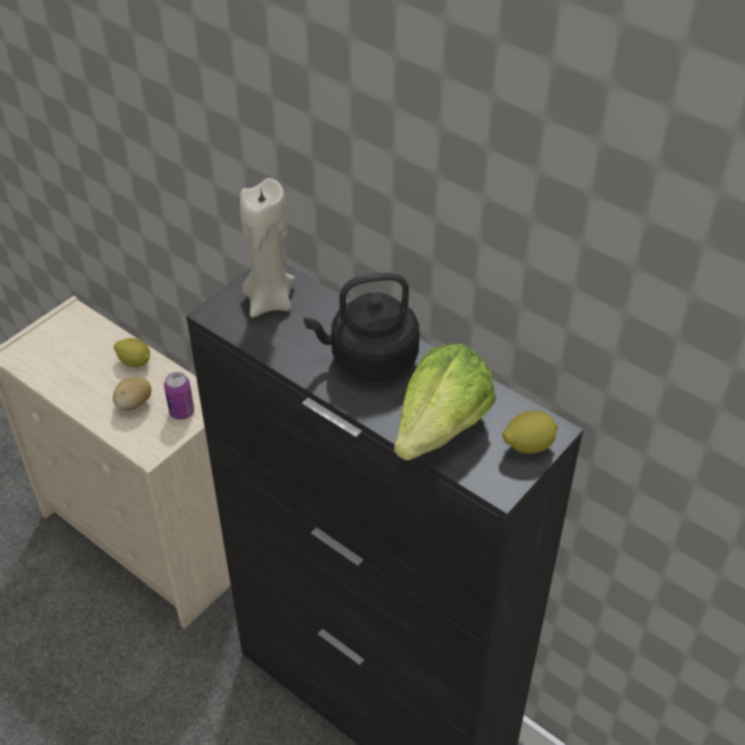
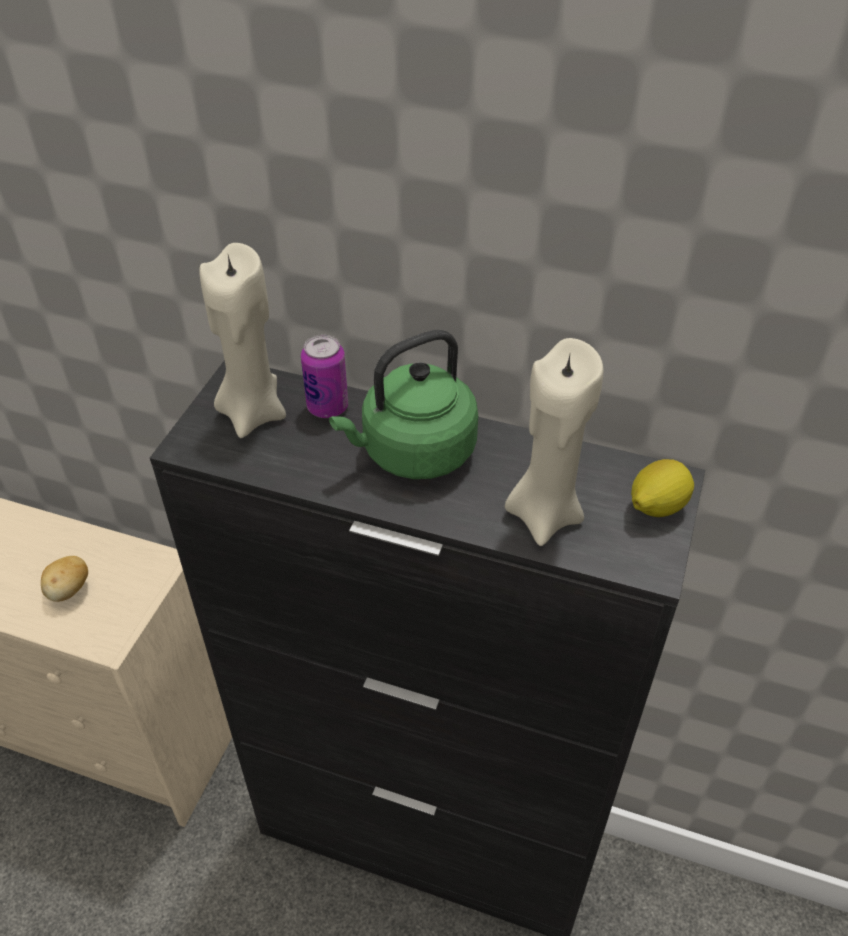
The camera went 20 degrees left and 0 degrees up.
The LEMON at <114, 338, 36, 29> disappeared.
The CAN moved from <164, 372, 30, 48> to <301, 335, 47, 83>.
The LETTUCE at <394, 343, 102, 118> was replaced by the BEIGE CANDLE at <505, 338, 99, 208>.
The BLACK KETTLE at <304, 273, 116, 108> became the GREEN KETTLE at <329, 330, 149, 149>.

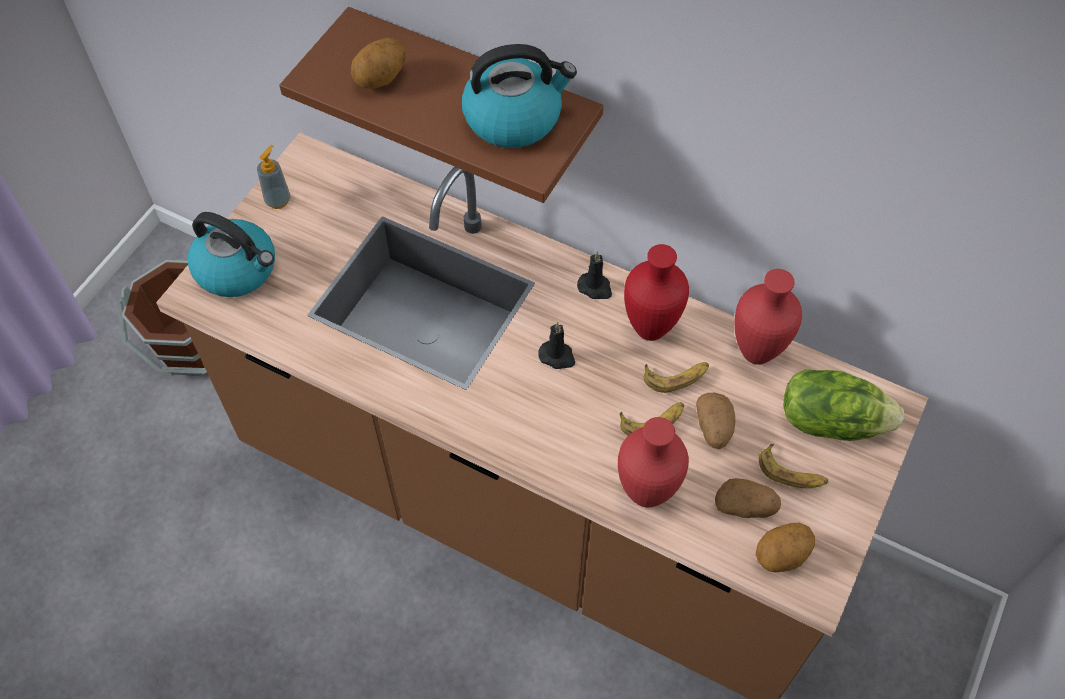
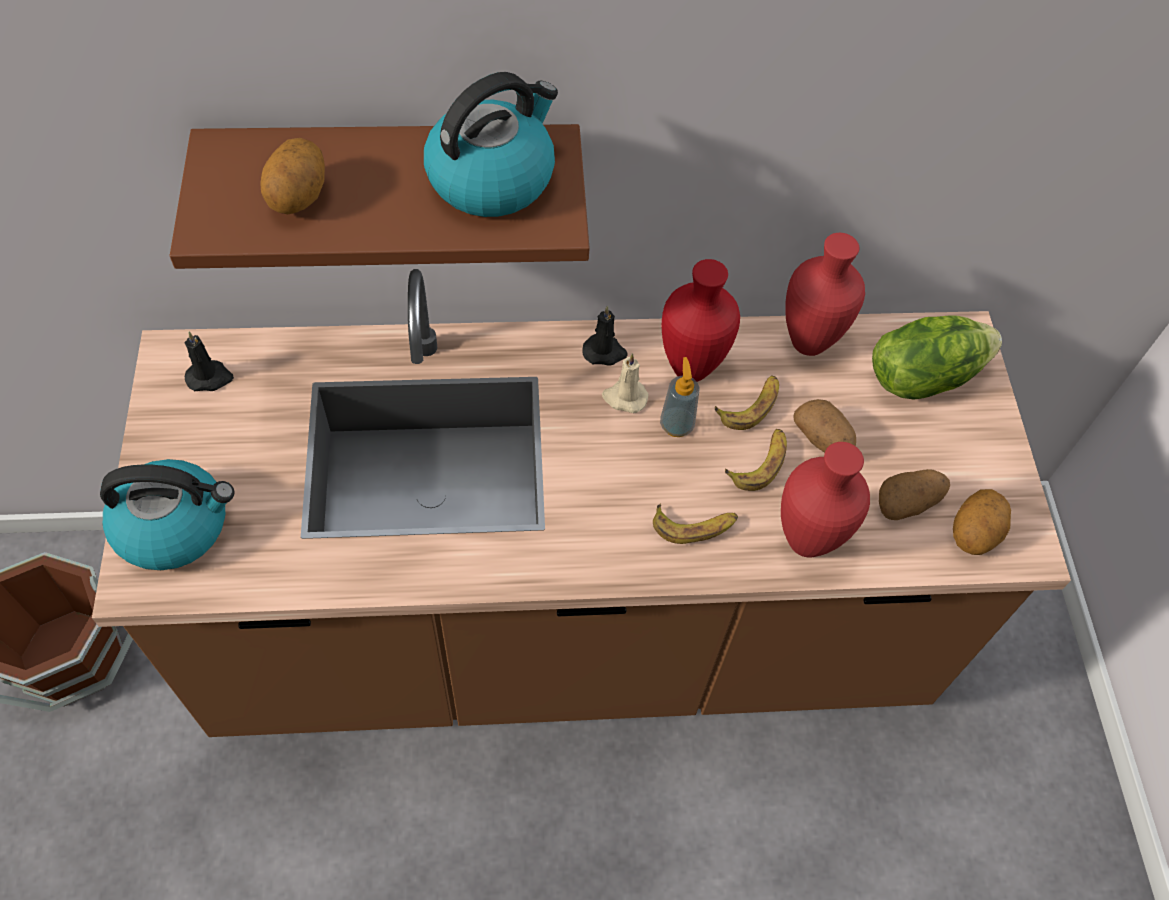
The camera went 35 degrees left and 0 degrees up.
The BEIGE CANDLE at <602, 353, 46, 60> appeared.
The SOAP DISPENSER moved from <257, 145, 33, 64> to <660, 357, 40, 80>.
The BLACK CANDLE moved from <538, 322, 37, 47> to <184, 331, 50, 60>.
The BANANA moved from <759, 444, 69, 44> to <653, 504, 85, 40>.

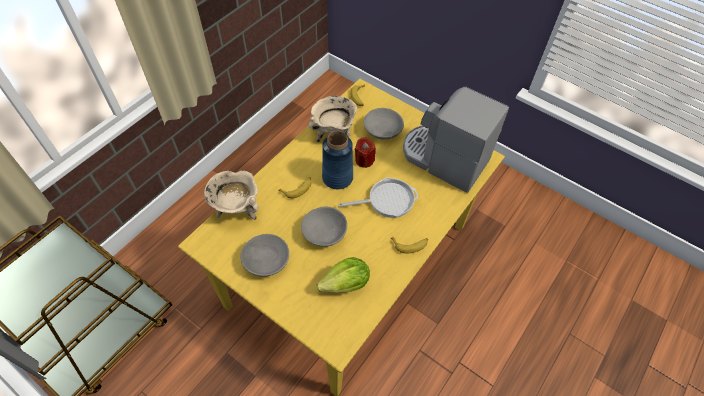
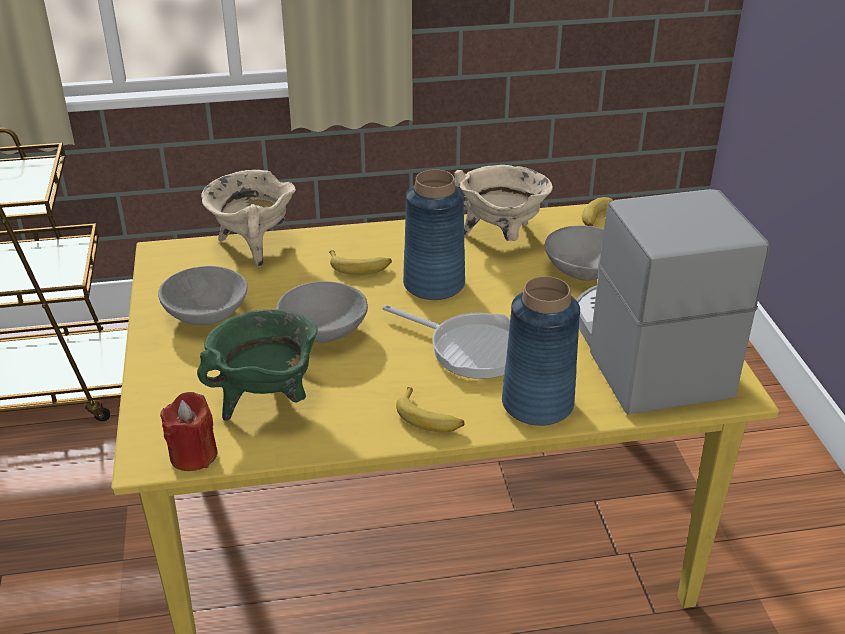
The camera went 45 degrees right and 20 degrees down.
The BLUE VASE at <502, 276, 78, 150> appeared.
The RED CANDLE moved from <355, 137, 21, 31> to <160, 392, 58, 79>.
The LETTUCE at <317, 257, 53, 36> was replaced by the GREEN COOKING POT at <197, 309, 121, 112>.

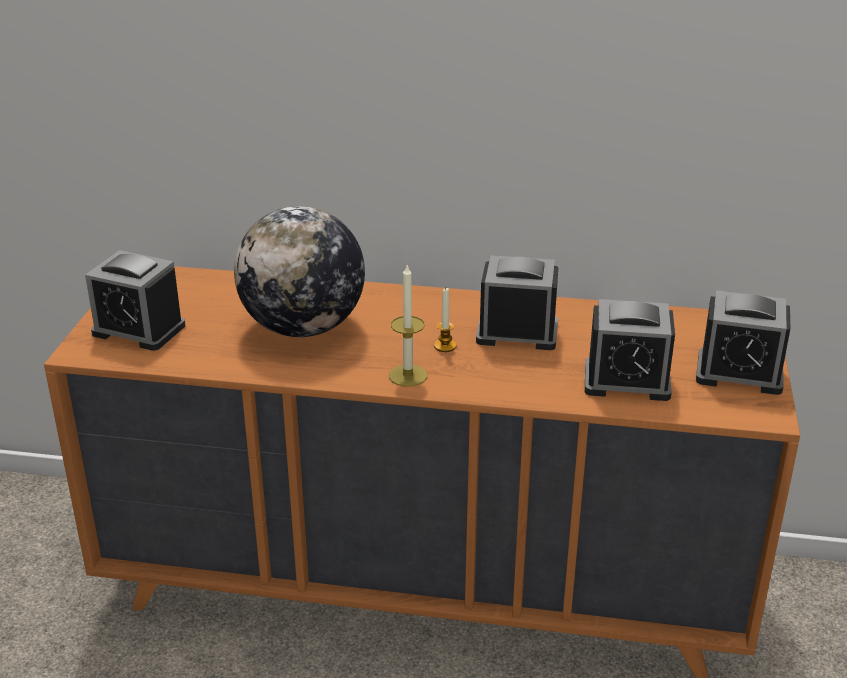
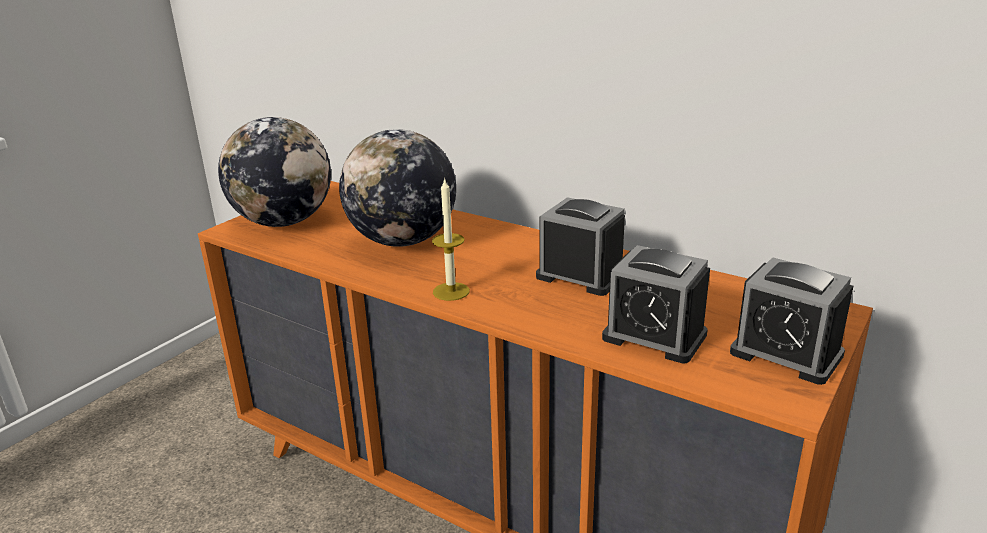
The camera went 25 degrees right and 5 degrees down.
The CANDLE at <434, 288, 23, 64> disappeared.
The ALARM CLOCK at <85, 250, 100, 101> was replaced by the GLOBE at <218, 117, 113, 110>.

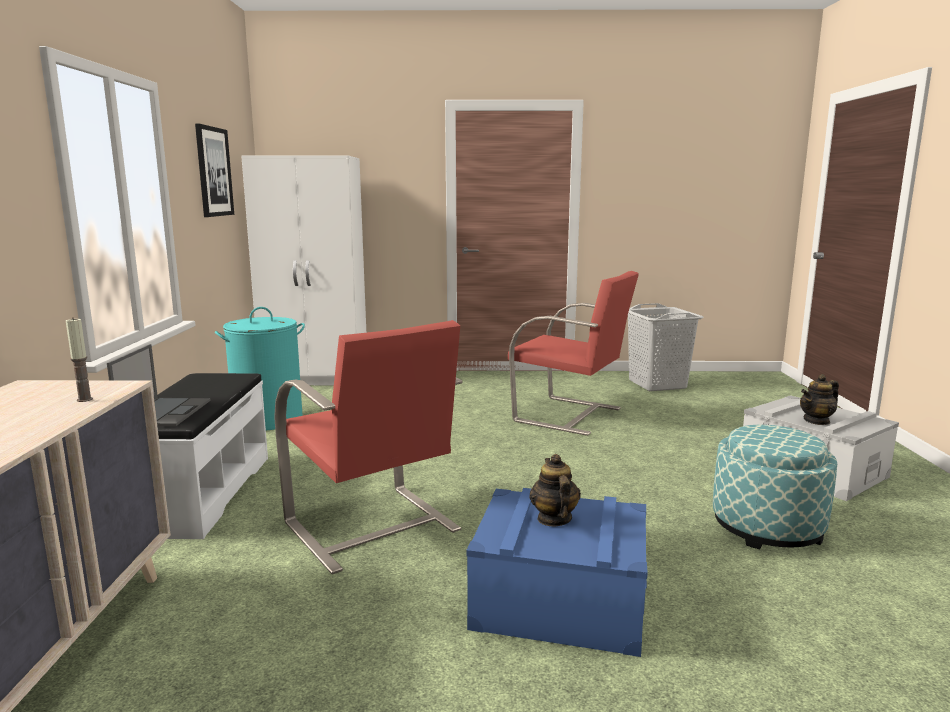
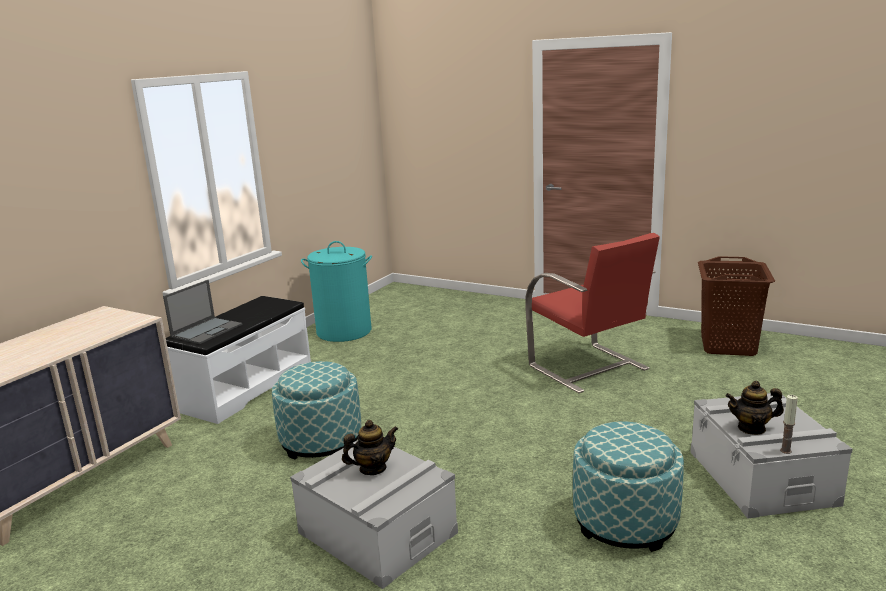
The camera went 30 degrees right and 5 degrees up.
The PICTURE at <195, 124, 39, 93> disappeared.
The WHITE WARDROBE at <241, 156, 125, 229> disappeared.
The CANDLE moved from <66, 317, 27, 85> to <780, 395, 18, 59>.
The RED ARMCHAIR at <274, 320, 188, 254> was replaced by the OTTOMAN at <272, 361, 89, 98>.
The BLUE STORAGE BOX at <466, 488, 182, 169> became the GREY STORAGE BOX at <290, 440, 168, 149>.
The GREY LAUNDRY BASKET at <628, 303, 76, 88> became the BROWN LAUNDRY BASKET at <698, 256, 77, 100>.
The TEAPOT at <529, 454, 52, 72> turned 45 degrees clockwise.

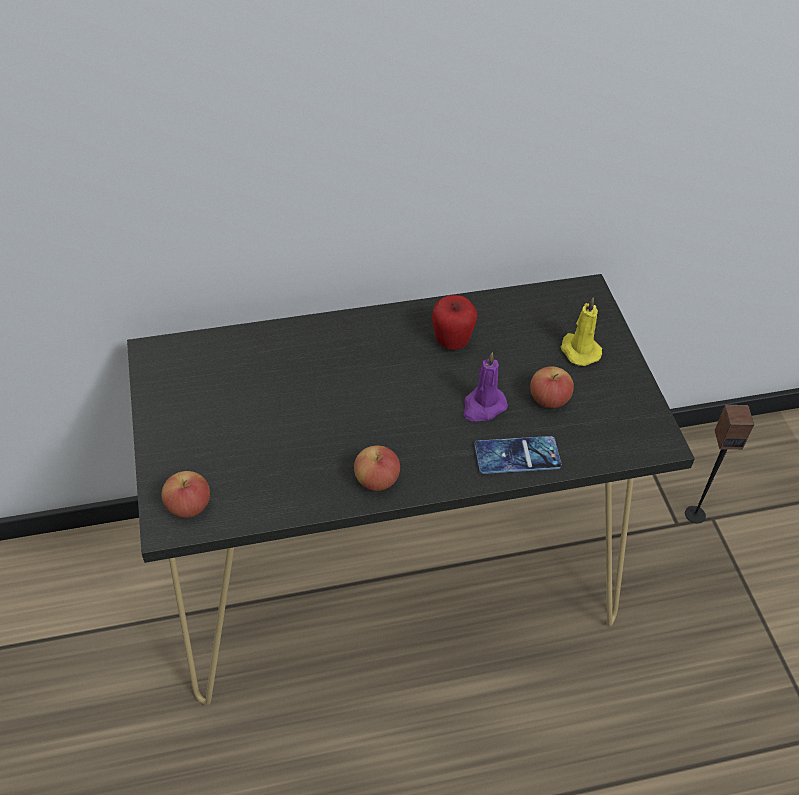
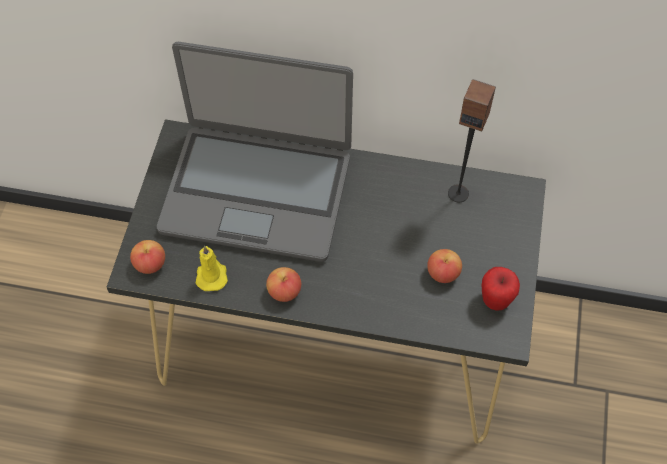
The camera went 25 degrees right and 10 degrees up.
The PURPLE CANDLE at <464, 352, 44, 69> disappeared.
The PHONE at <474, 436, 88, 38> disappeared.
The LAPTOP at <157, 42, 196, 220> appeared.
The APPLE moved from <432, 295, 45, 55> to <482, 267, 38, 44>.
The YELLOW CANDLE moved from <561, 297, 41, 69> to <196, 246, 32, 45>.
The SPEAKER moved from <685, 405, 69, 118> to <448, 79, 48, 123>.

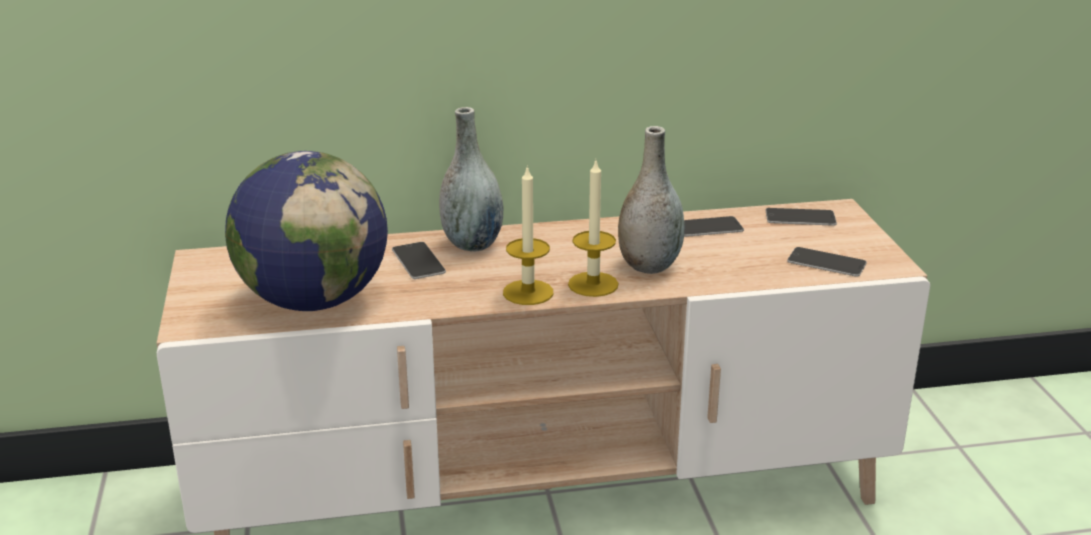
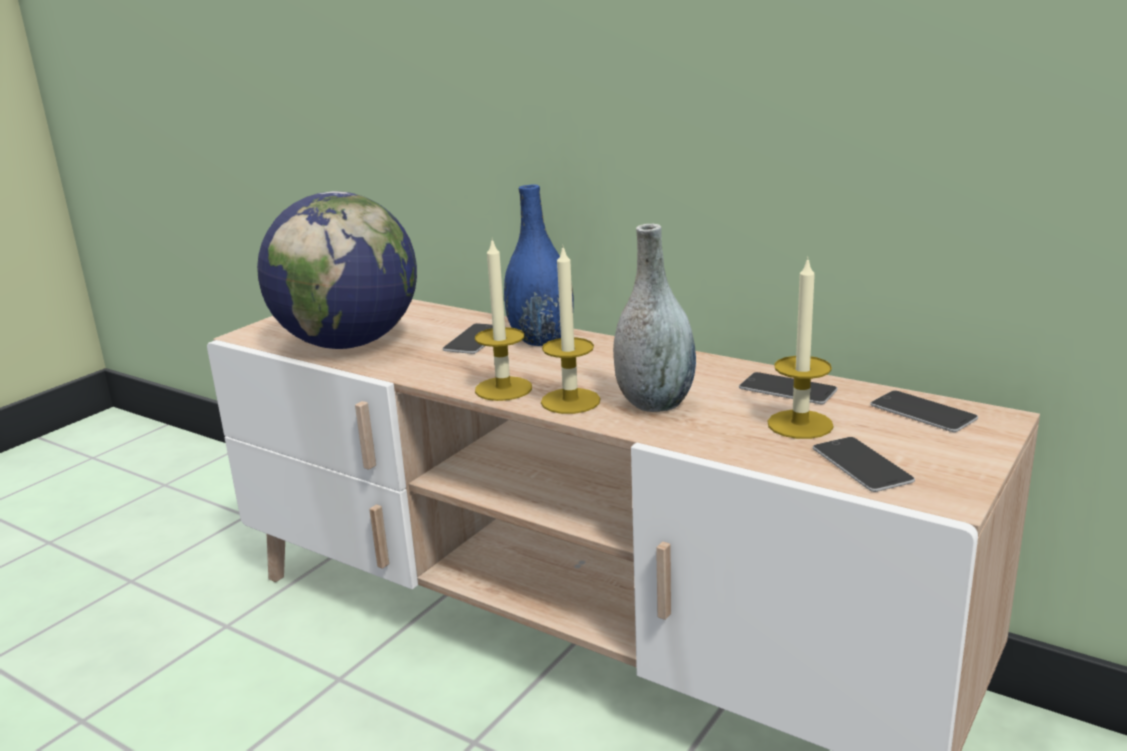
The camera went 45 degrees right and 5 degrees down.
The CANDLE at <768, 256, 65, 183> appeared.
The GREY VASE at <439, 107, 64, 144> became the BLUE VASE at <504, 184, 70, 162>.

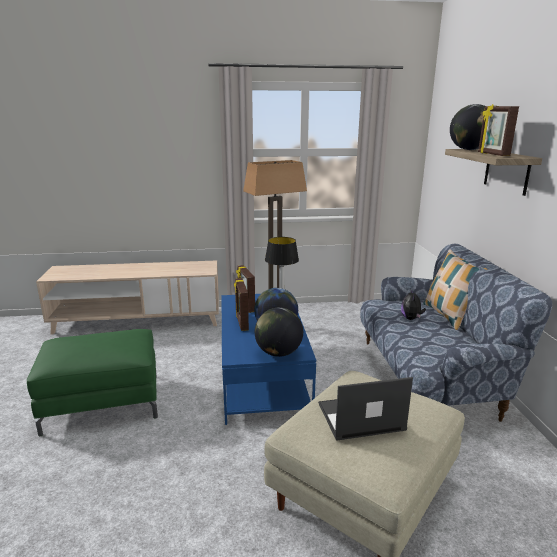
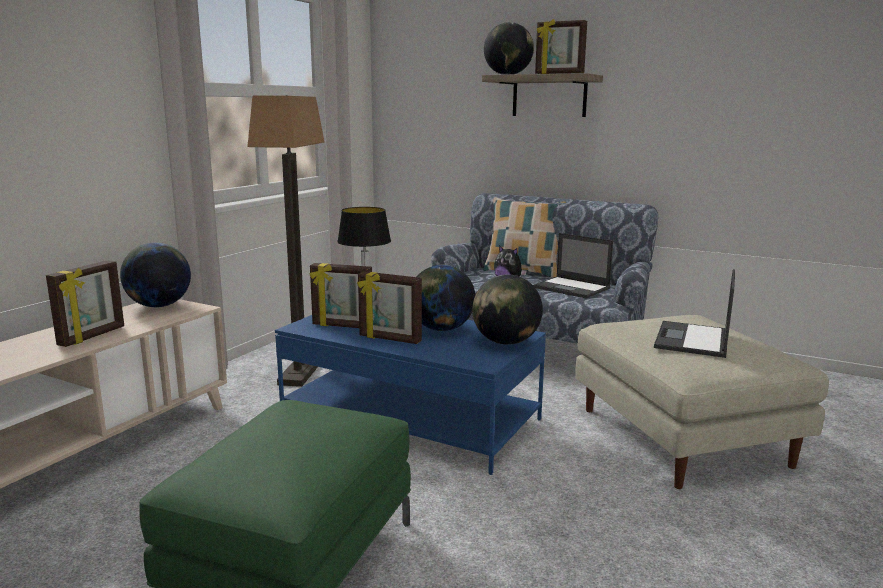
The camera went 55 degrees left and 5 degrees down.
The PICTURE FRAME at <46, 260, 78, 87> appeared.
The GLOBE at <120, 243, 71, 64> appeared.
The LAPTOP at <533, 233, 80, 66> appeared.

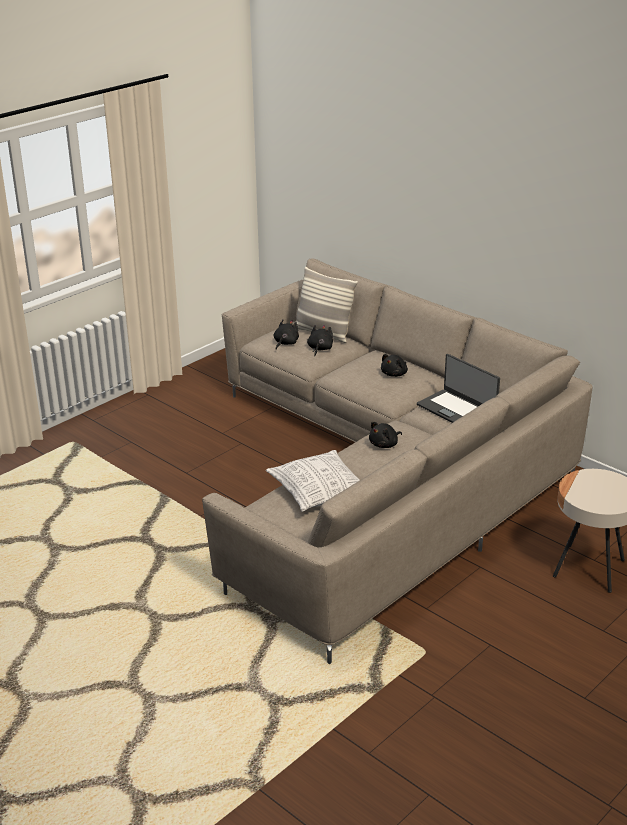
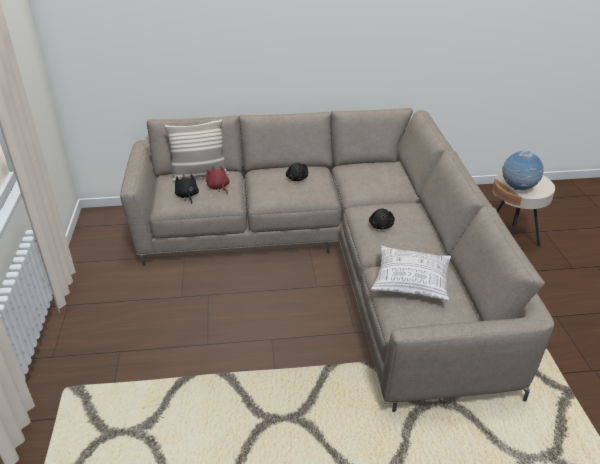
The camera went 50 degrees left and 5 degrees up.
The LAPTOP at <417, 354, 83, 69> disappeared.
The GLOBE at <502, 150, 41, 41> appeared.
The BLACK PLUSH TOY at <307, 325, 26, 31> became the RED PLUSH TOY at <206, 165, 24, 29>.

